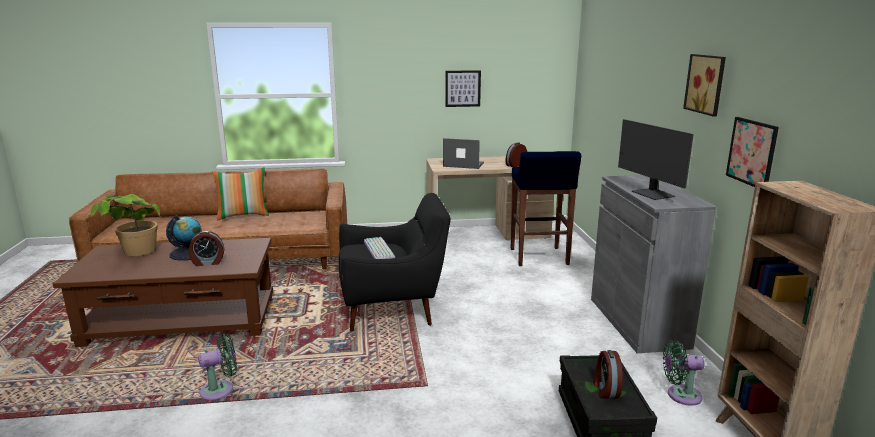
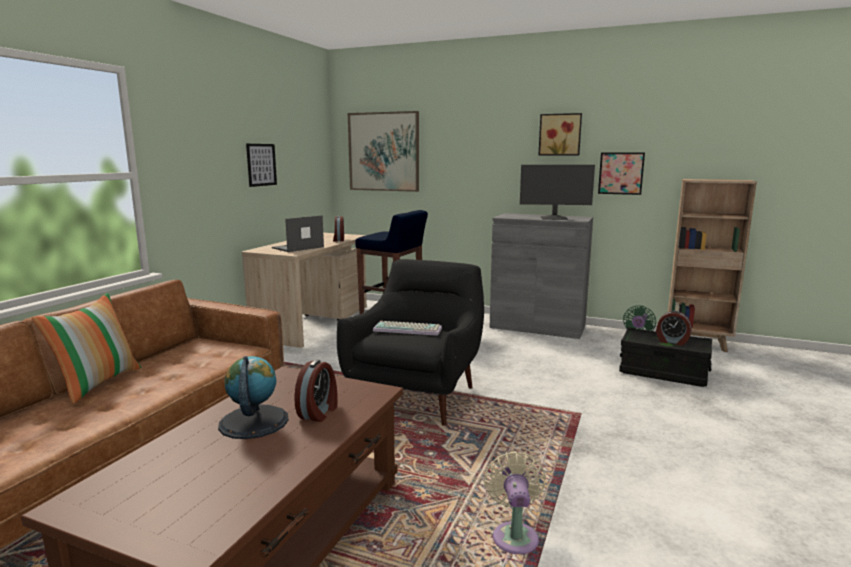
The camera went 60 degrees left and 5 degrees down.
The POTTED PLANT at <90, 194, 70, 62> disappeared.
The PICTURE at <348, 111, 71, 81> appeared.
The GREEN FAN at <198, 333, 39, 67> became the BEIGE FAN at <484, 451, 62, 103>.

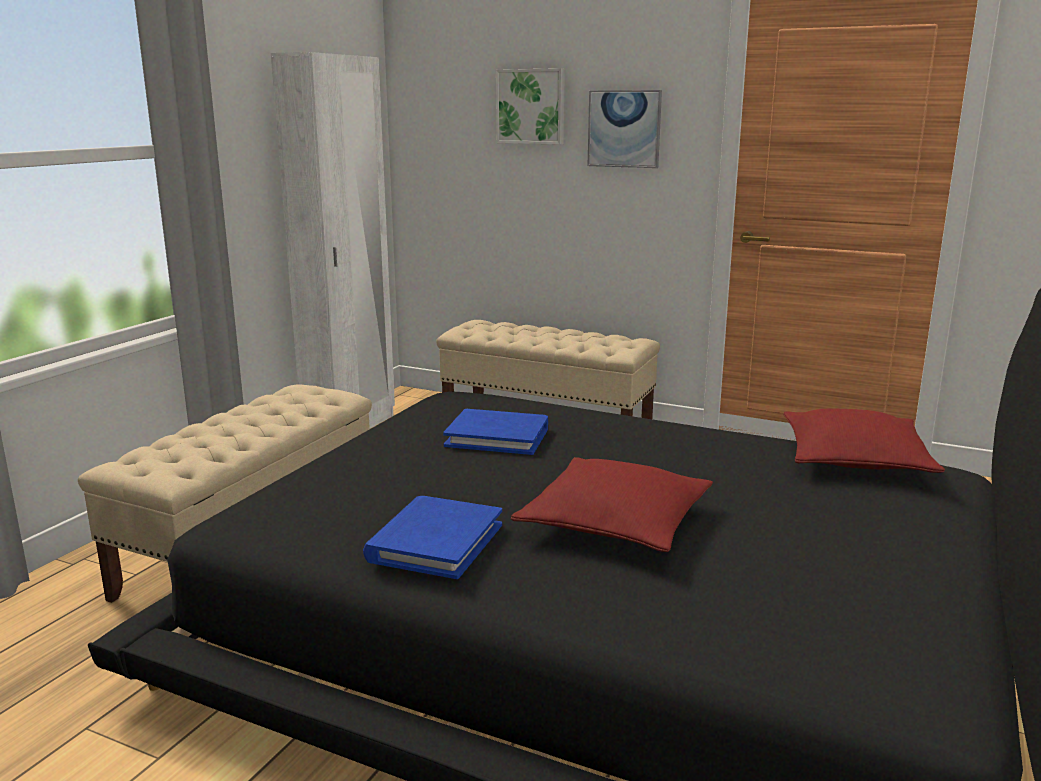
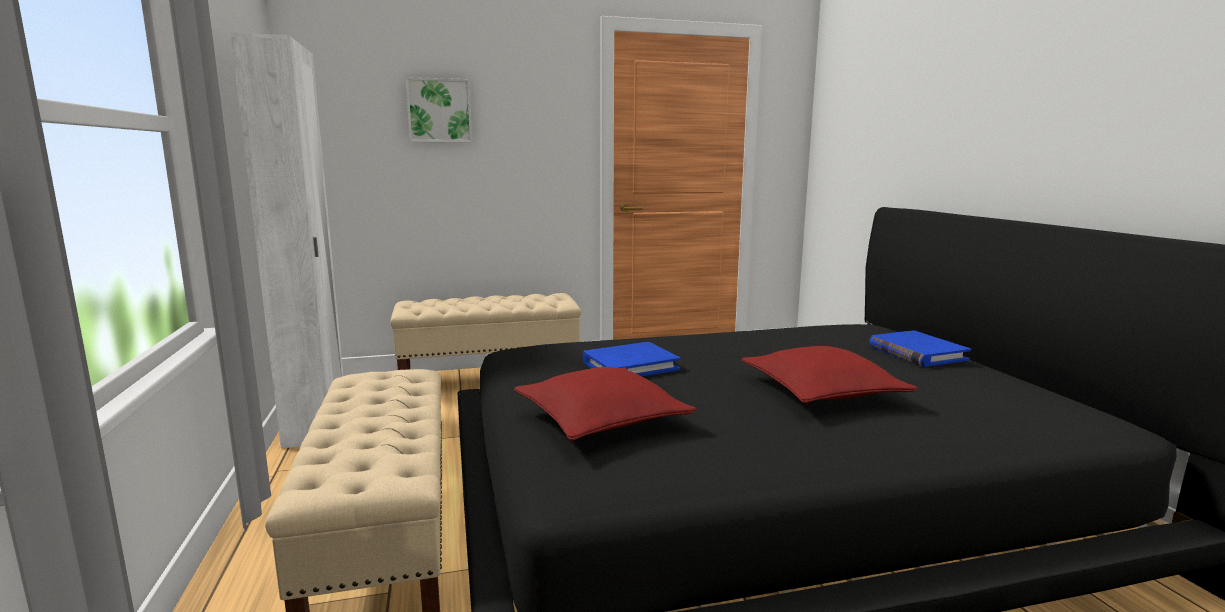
The camera went 40 degrees left and 5 degrees down.
The PICTURE at <588, 90, 74, 78> disappeared.
The BLUE BOOK moved from <363, 496, 139, 83> to <869, 330, 102, 37>.
The RED PILLOW moved from <783, 409, 162, 64> to <514, 367, 183, 74>.

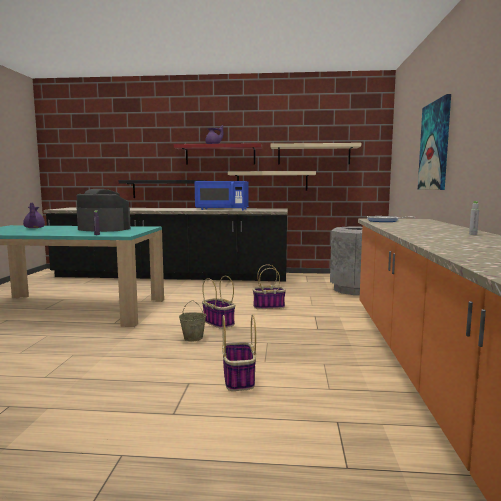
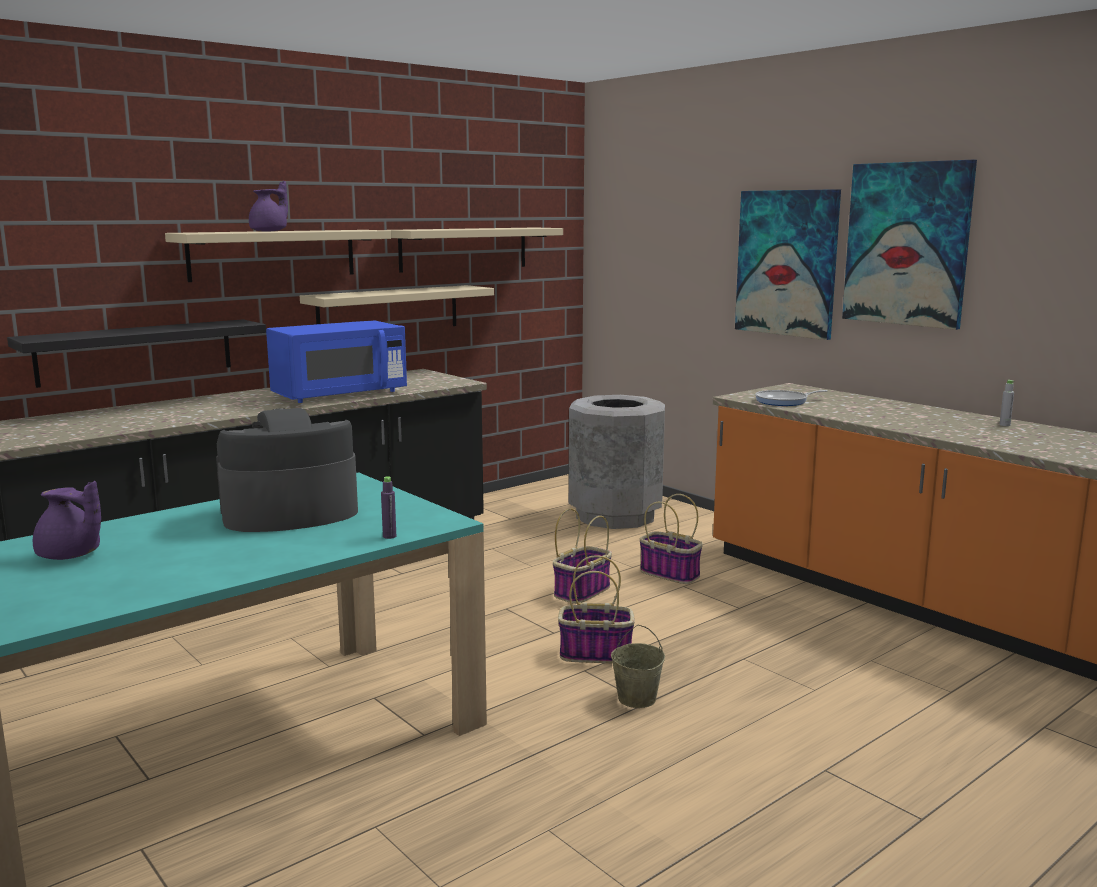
The camera went 45 degrees left and 5 degrees up.
The PICTURE at <842, 160, 135, 170> appeared.
The BASKET moved from <222, 314, 34, 77> to <640, 494, 63, 90>.
The RED SHELF at <174, 143, 88, 22> became the BEIGE SHELF at <165, 230, 226, 52>.

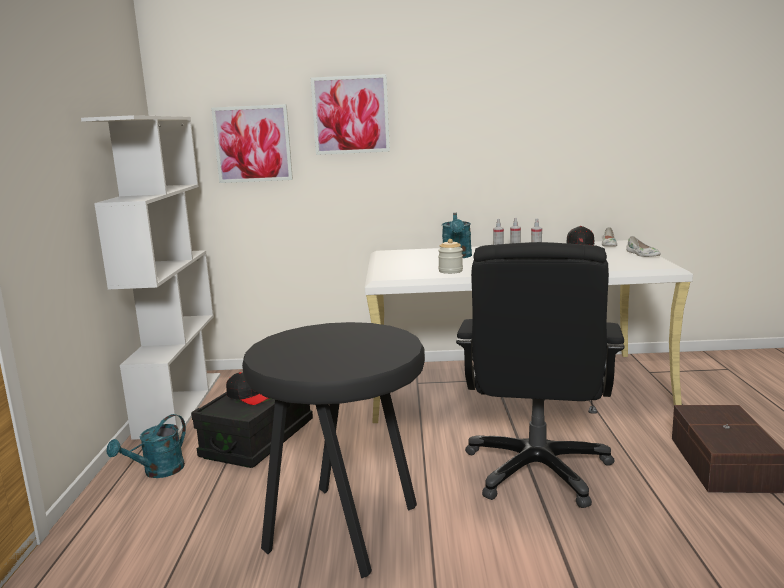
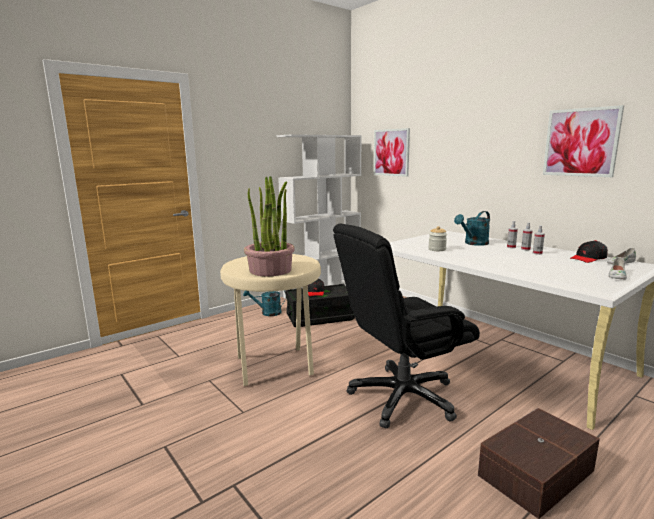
The camera went 50 degrees right and 0 degrees up.
The POTTED PLANT at <244, 176, 51, 100> appeared.
The PICTURE moved from <311, 74, 79, 81> to <543, 105, 81, 72>.
The BLACK STOOL at <242, 322, 183, 256> became the BEIGE STOOL at <220, 254, 101, 132>.

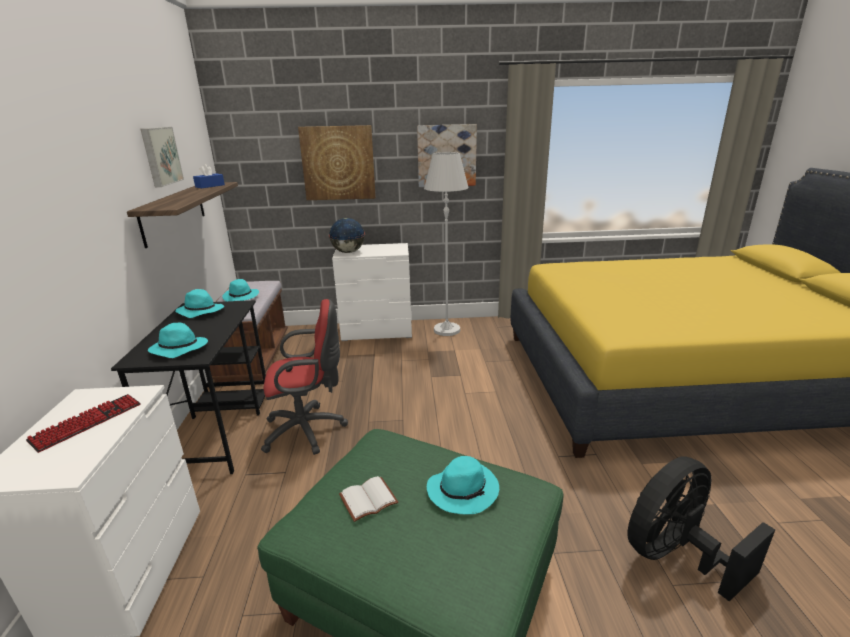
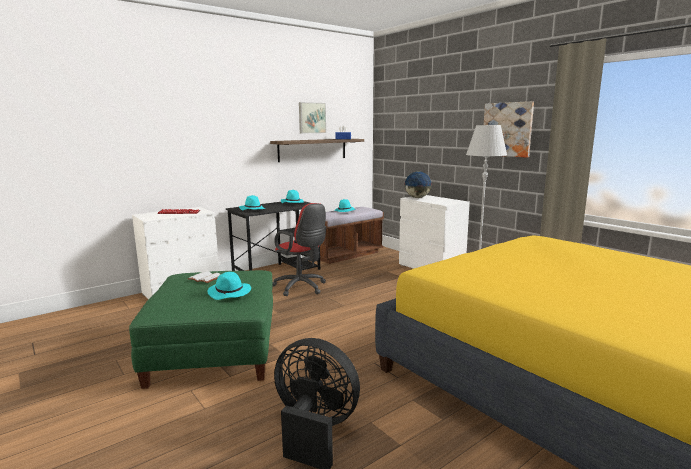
The camera went 55 degrees right and 10 degrees down.
The PICTURE at <298, 125, 78, 75> disappeared.

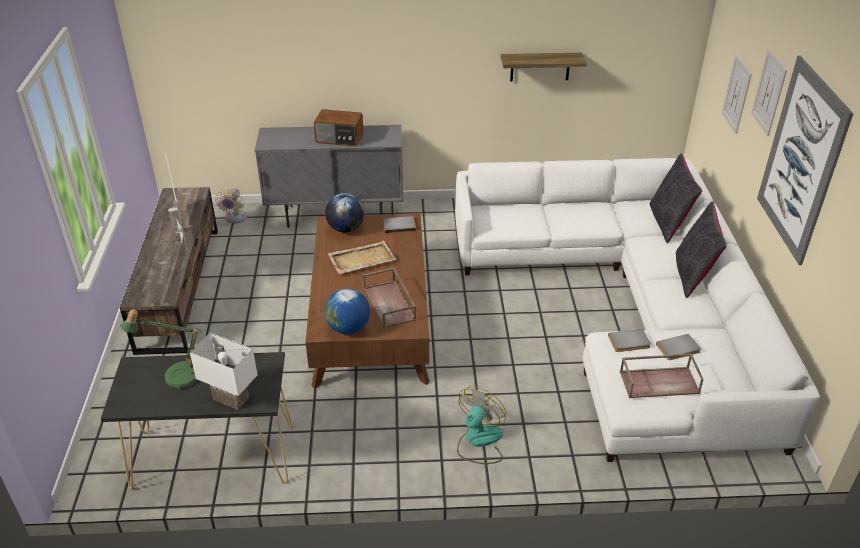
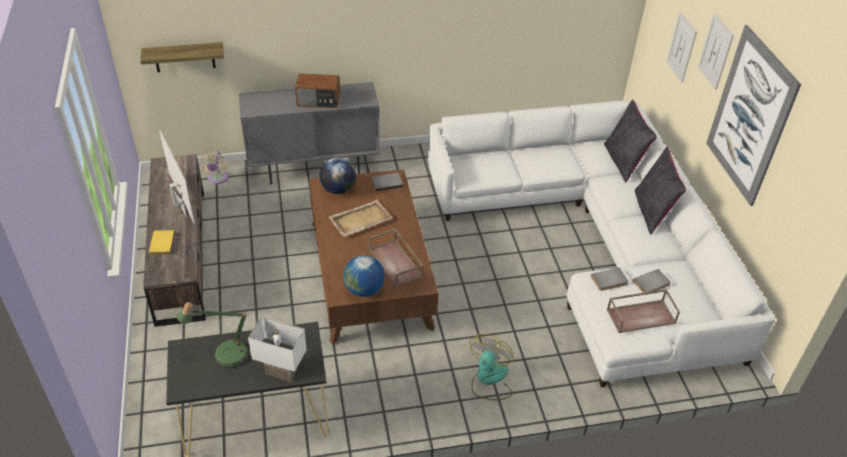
The camera went 10 degrees left and 5 degrees up.
The YELLOW BOOK at <149, 230, 26, 25> appeared.
The SHELF moved from <501, 53, 85, 28> to <140, 42, 84, 30>.

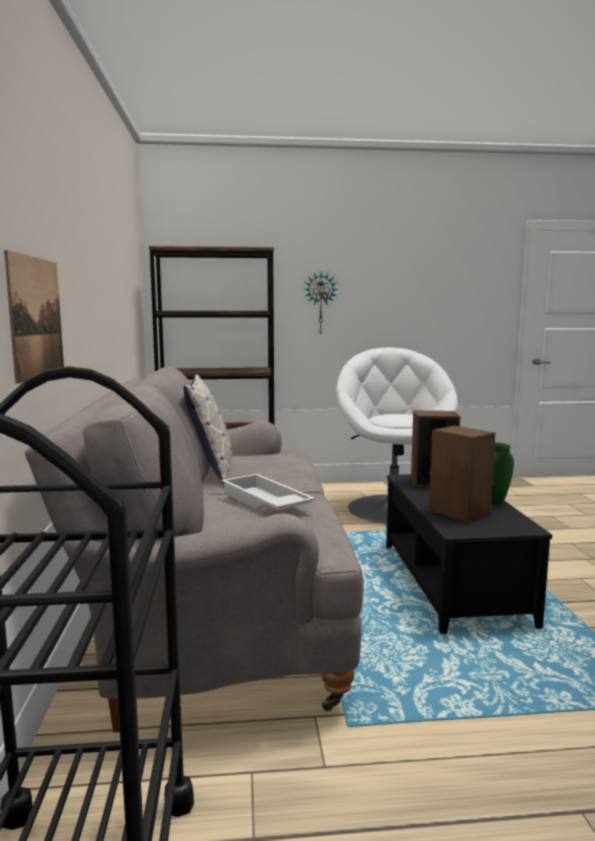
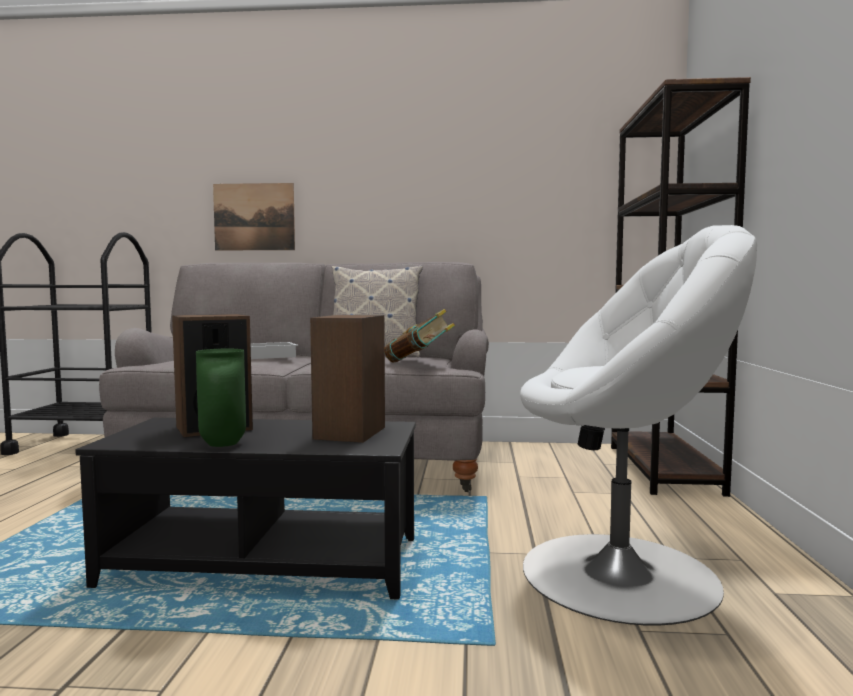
The camera went 100 degrees right and 5 degrees down.
The WALL CLOCK at <304, 271, 34, 65> disappeared.
The BOOK at <385, 309, 70, 53> appeared.

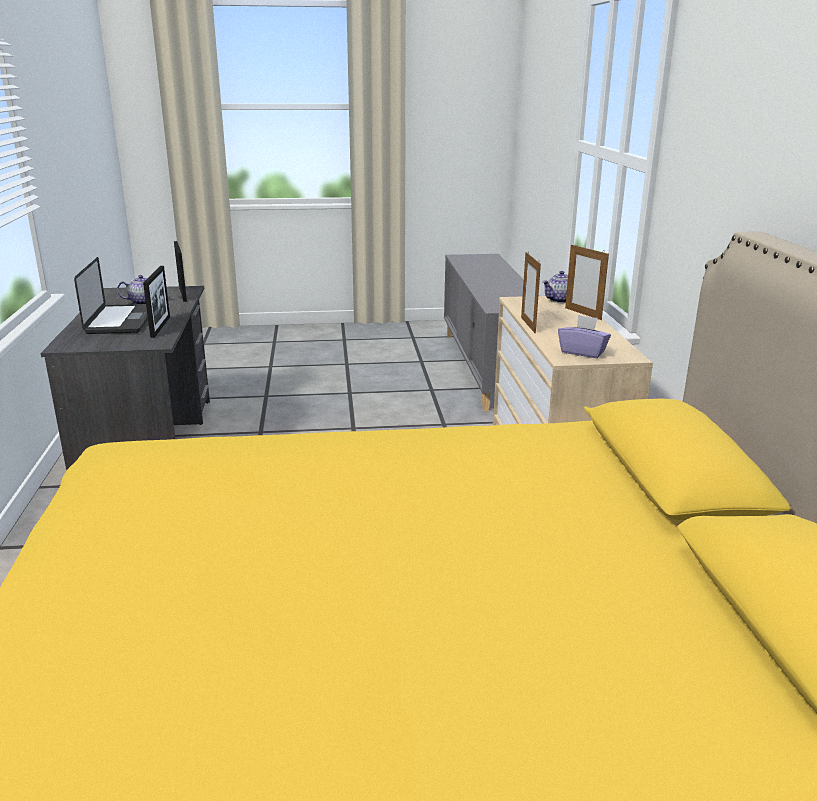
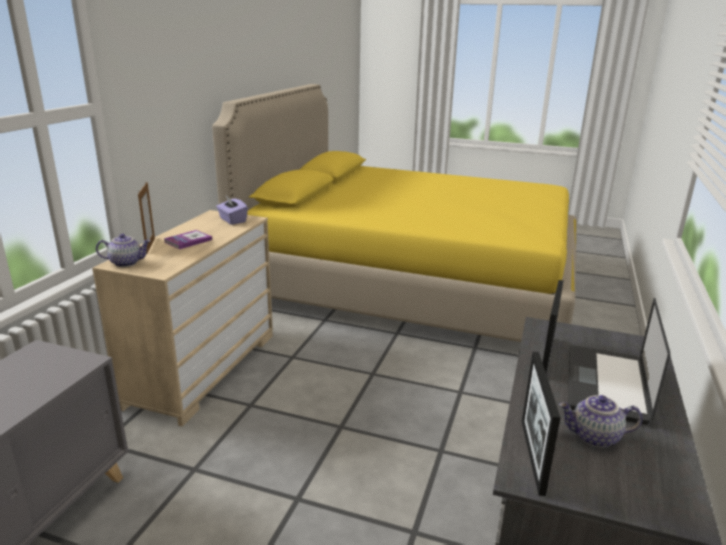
The camera went 155 degrees left and 0 degrees up.
The PICTURE FRAME at <521, 252, 20, 81> disappeared.
The BOOK at <164, 230, 48, 19> appeared.

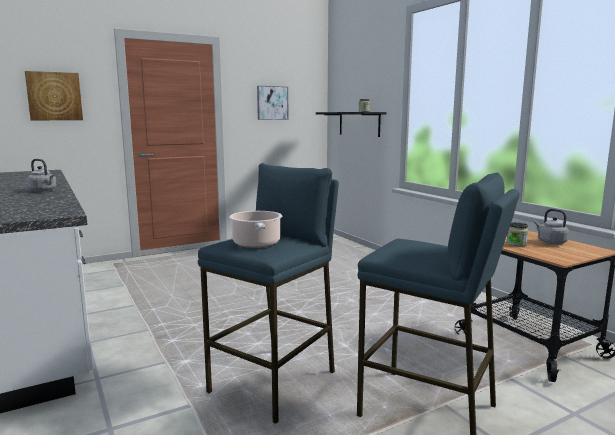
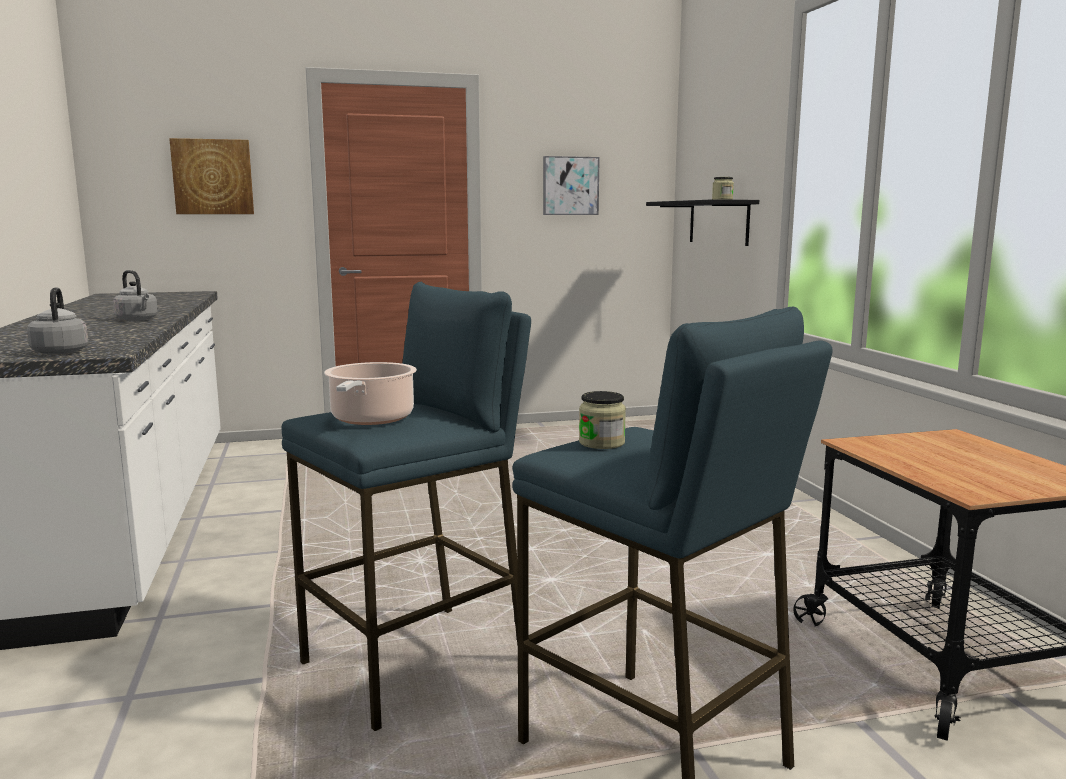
The camera went 15 degrees right and 0 degrees up.
The JAR moved from <506, 222, 23, 24> to <579, 391, 47, 58>.
The GREY KETTLE moved from <534, 209, 35, 35> to <27, 287, 61, 68>.

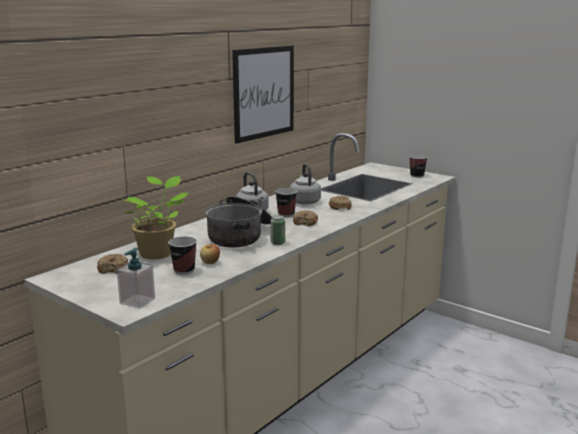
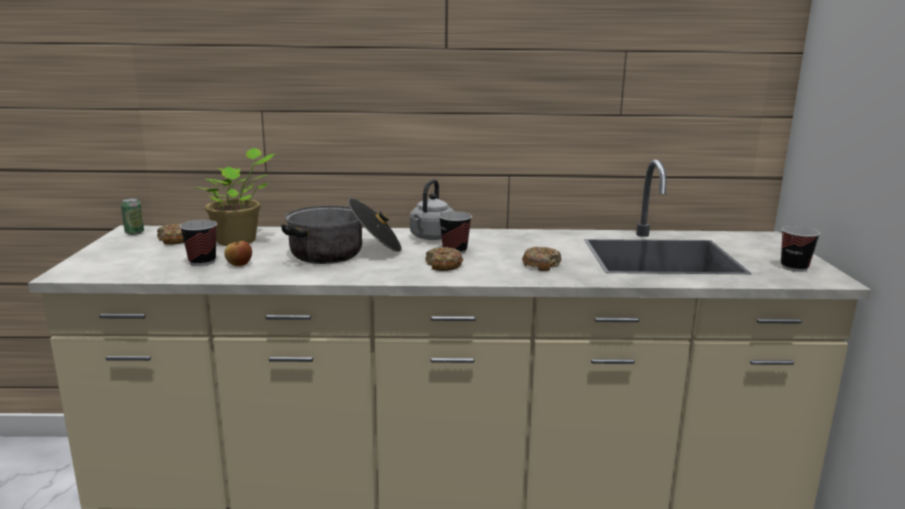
The camera went 50 degrees right and 0 degrees up.
The SOAP DISPENSER at <117, 247, 38, 62> disappeared.
The PICTURE at <232, 46, 62, 98> disappeared.
The GREY KETTLE at <290, 163, 31, 42> disappeared.
The CAN moved from <270, 215, 15, 30> to <121, 198, 23, 37>.

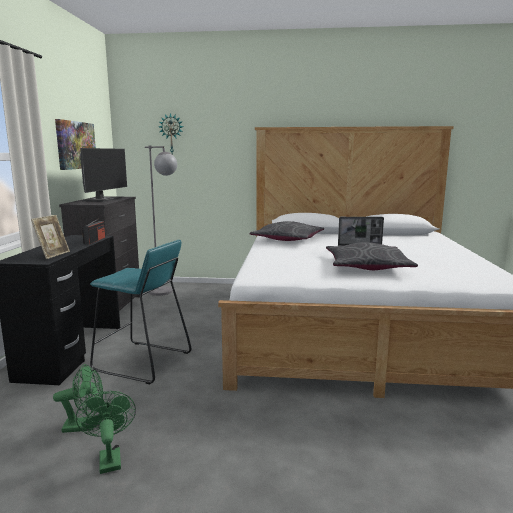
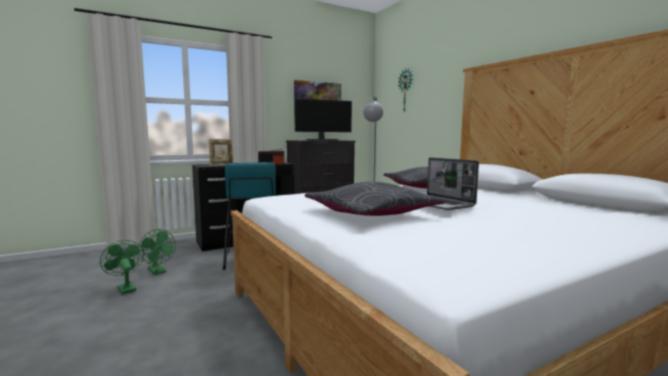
The camera went 55 degrees right and 5 degrees down.
The GREEN FAN at <76, 391, 60, 83> turned 75 degrees counterclockwise.

